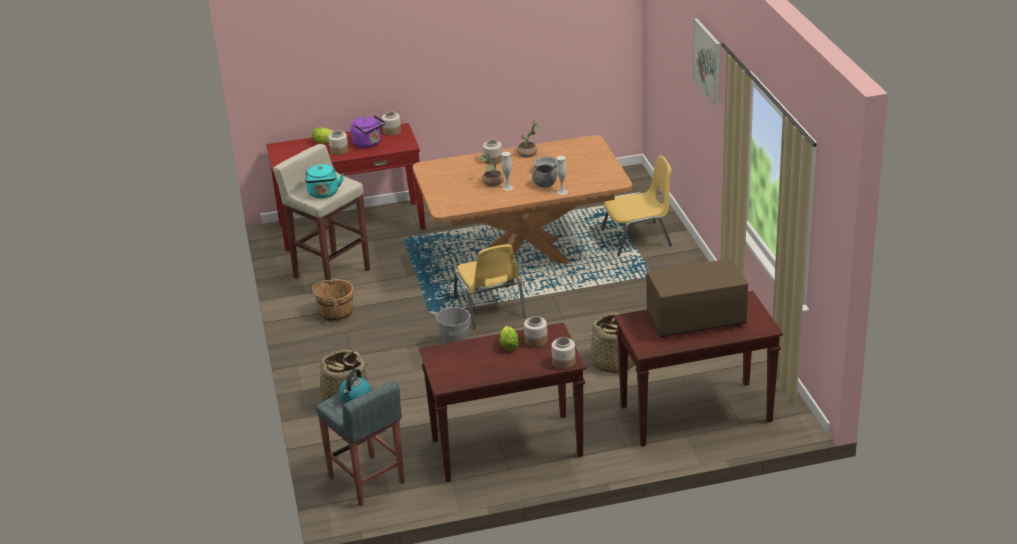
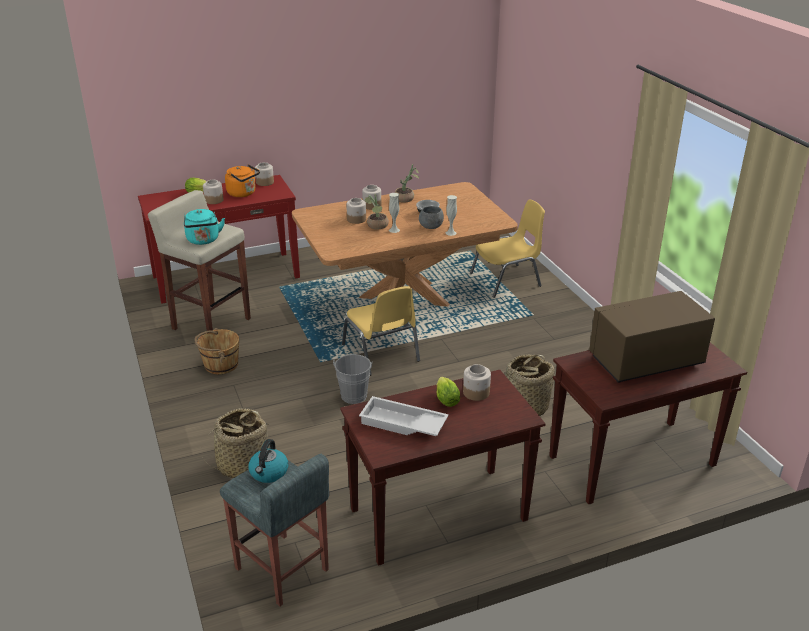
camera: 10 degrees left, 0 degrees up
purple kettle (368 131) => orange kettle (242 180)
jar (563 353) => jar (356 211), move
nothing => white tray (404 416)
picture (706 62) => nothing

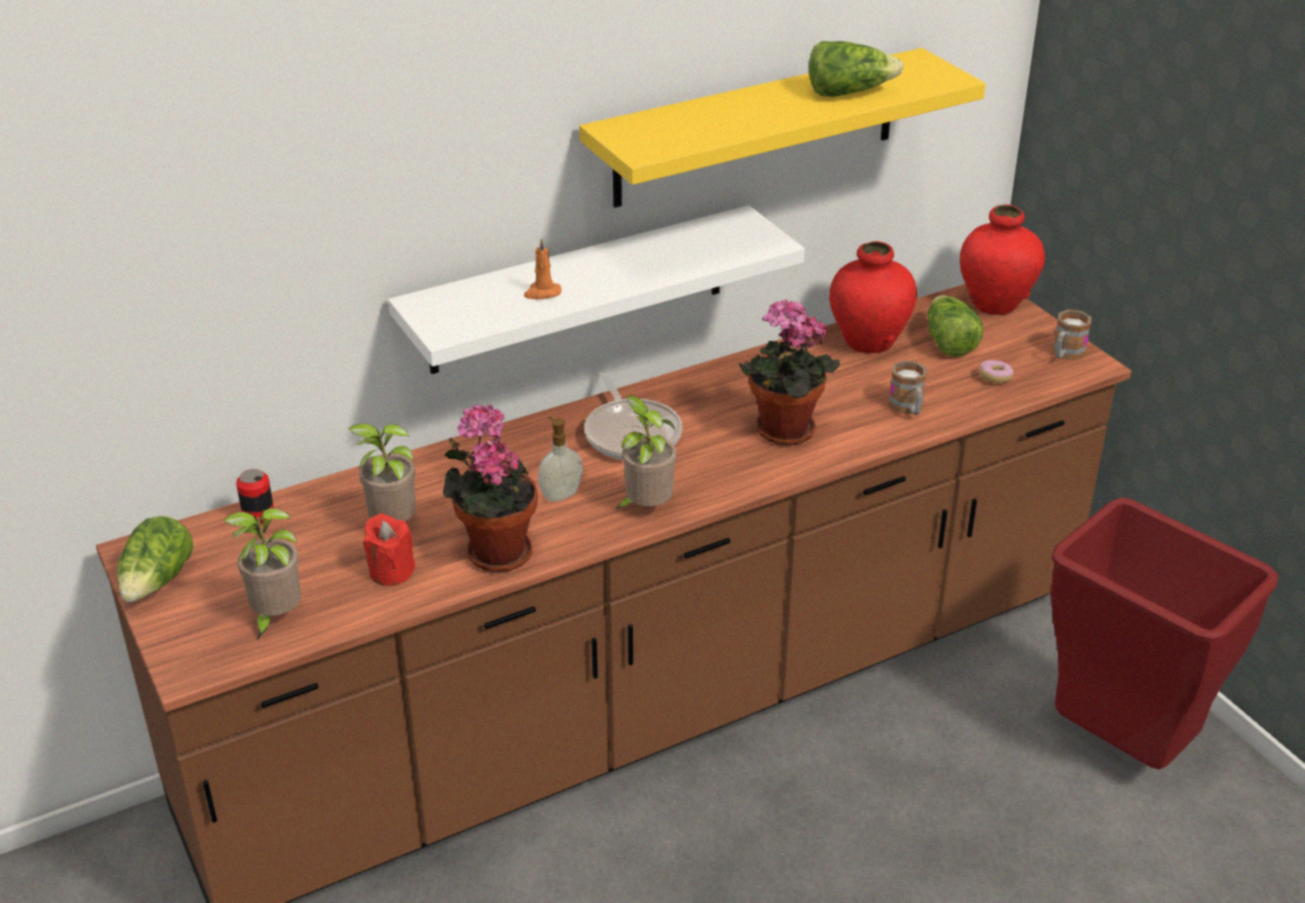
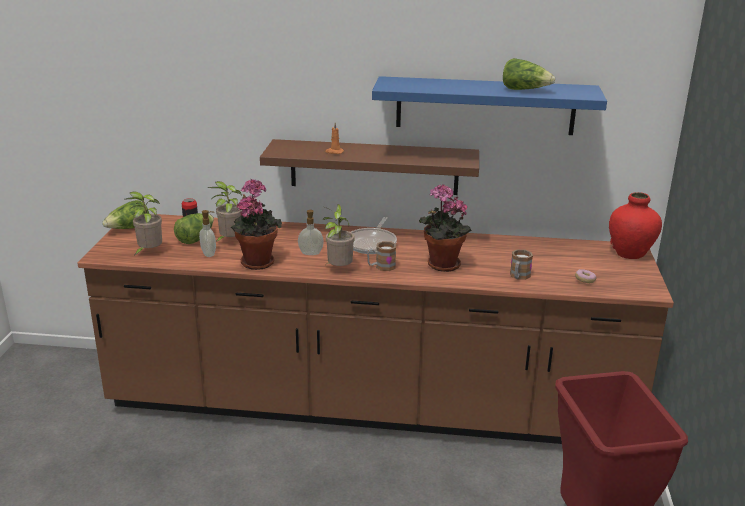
camera: 35 degrees right, 10 degrees down
lettuce (955 325) => lettuce (194 228), move
red candle (389 549) => soap dispenser (207 233)
white shelf (596 289) => brown shelf (369 167)
mug (1071 334) => mug (381 256), move
yellow shelf (782 128) => blue shelf (489 105)
red vase (873 297) => nothing

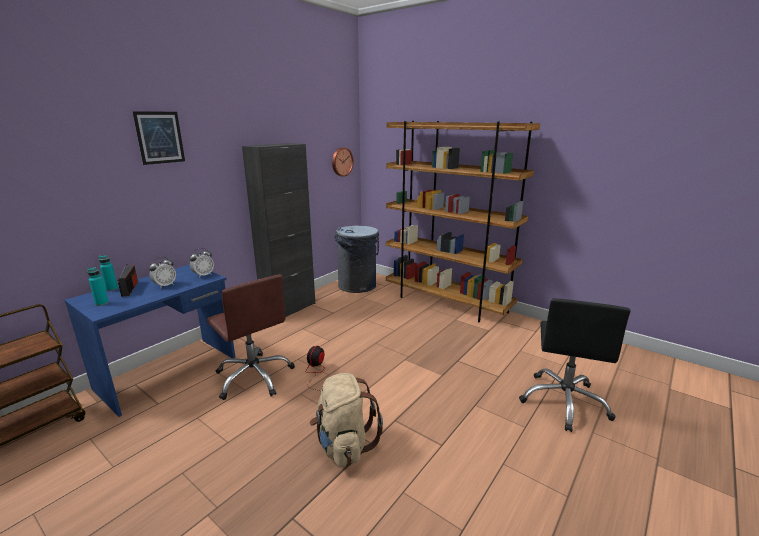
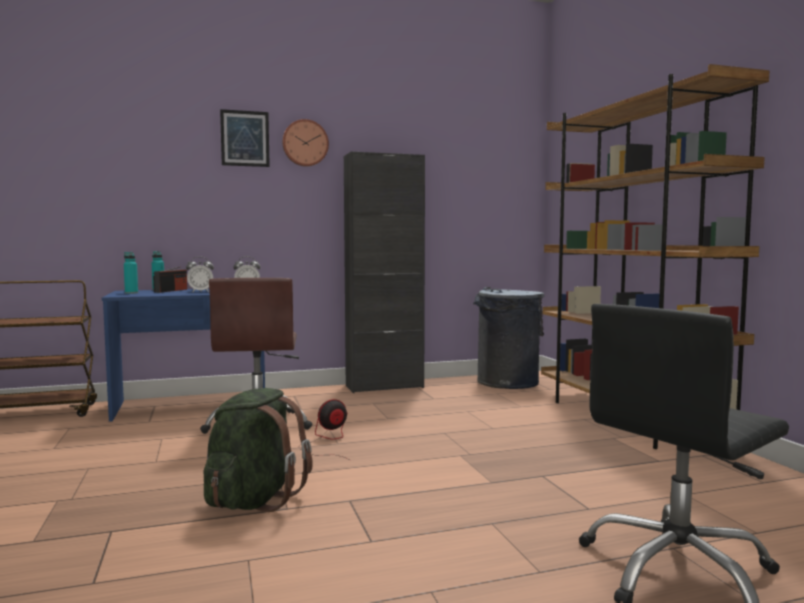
camera: 35 degrees right, 15 degrees down
beige backpack (346 420) => green backpack (258 450)
wall clock (343 162) => wall clock (305 143), move

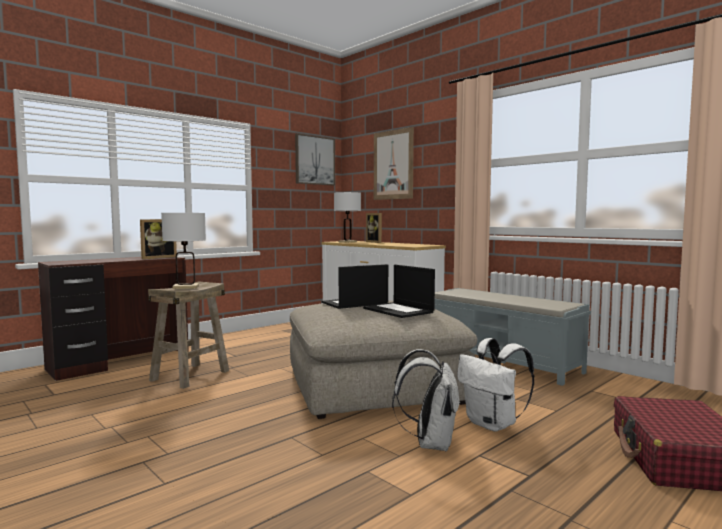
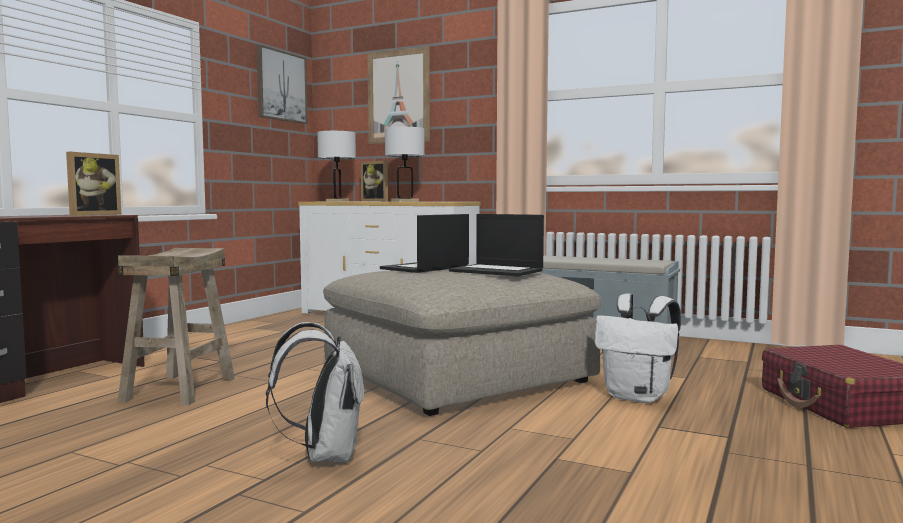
camera: 20 degrees left, 0 degrees up
white backpack (426 400) => white backpack (315 392), move
white table lamp (183 251) => white table lamp (405 164), move

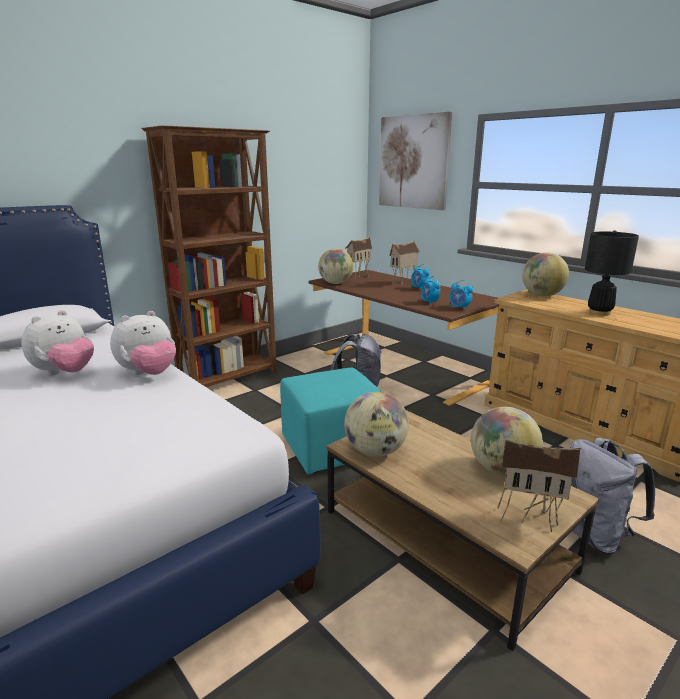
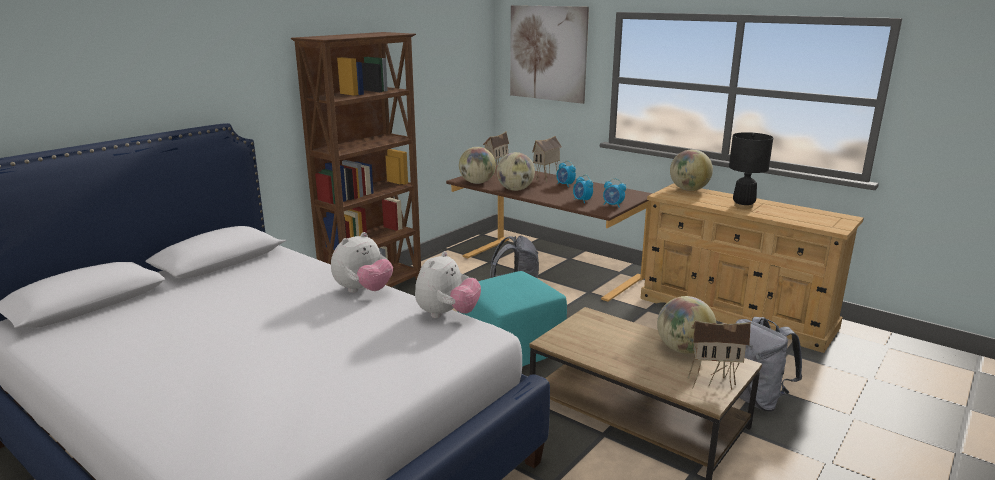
camera: 10 degrees left, 0 degrees up
plush toy (57 343) => plush toy (448 284), move
globe (376 424) => globe (516 171), move

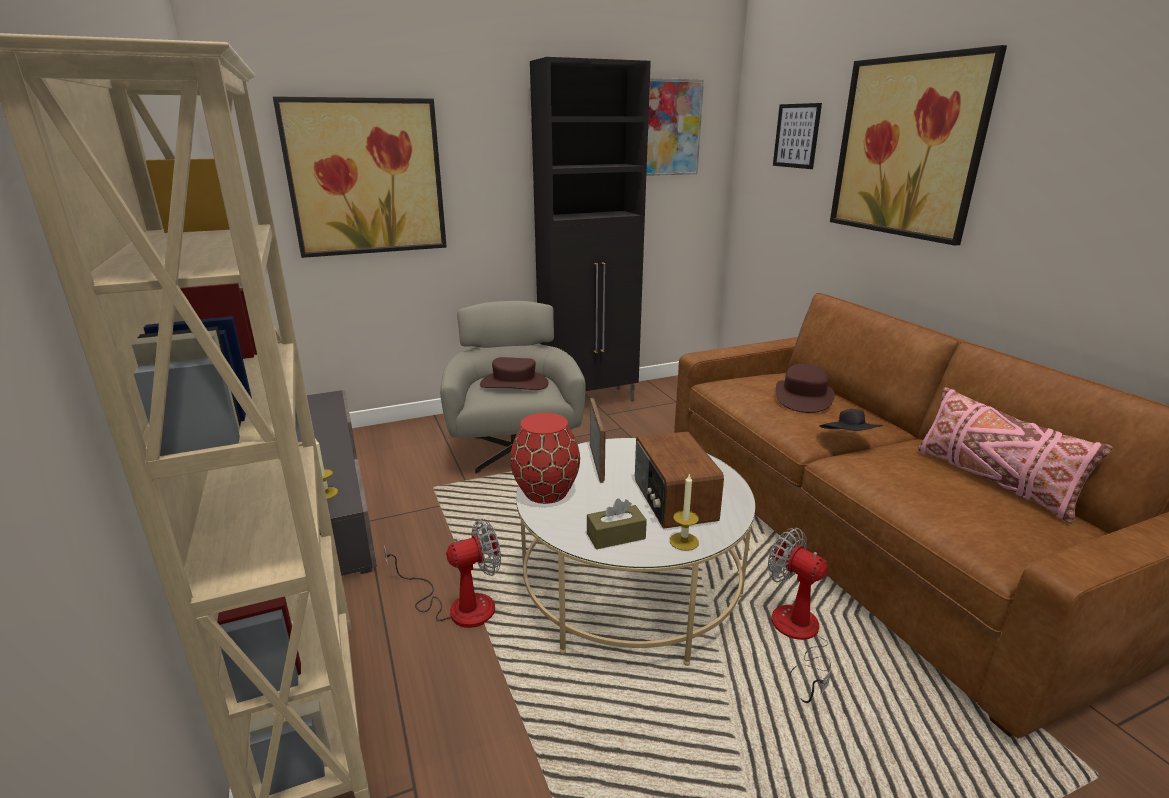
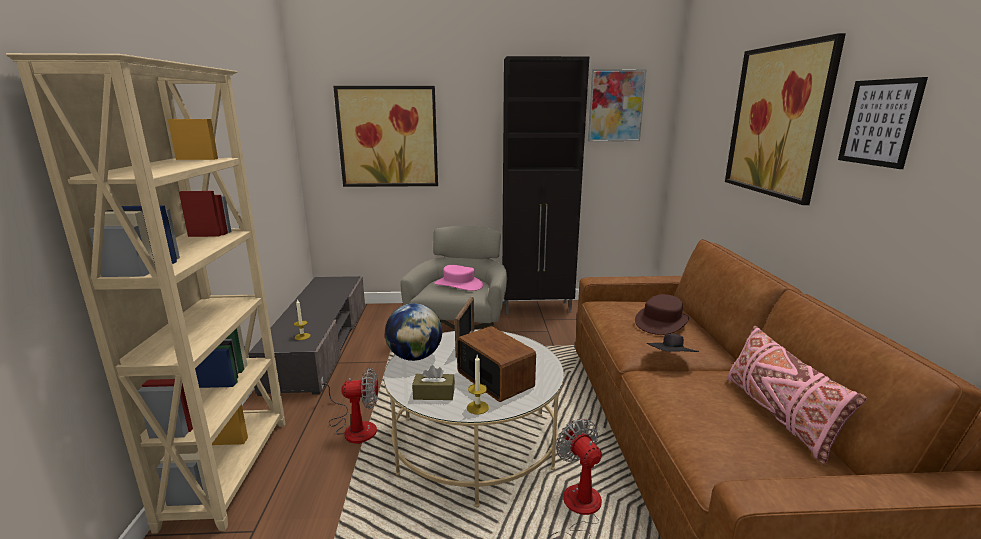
camera: 20 degrees right, 5 degrees down
red vase (545 458) => globe (413 332)
brown hat (514 373) => pink hat (459 278)
radio (679 480) => radio (496 364), 135 degrees clockwise
picture (797 136) => picture (883 123), move

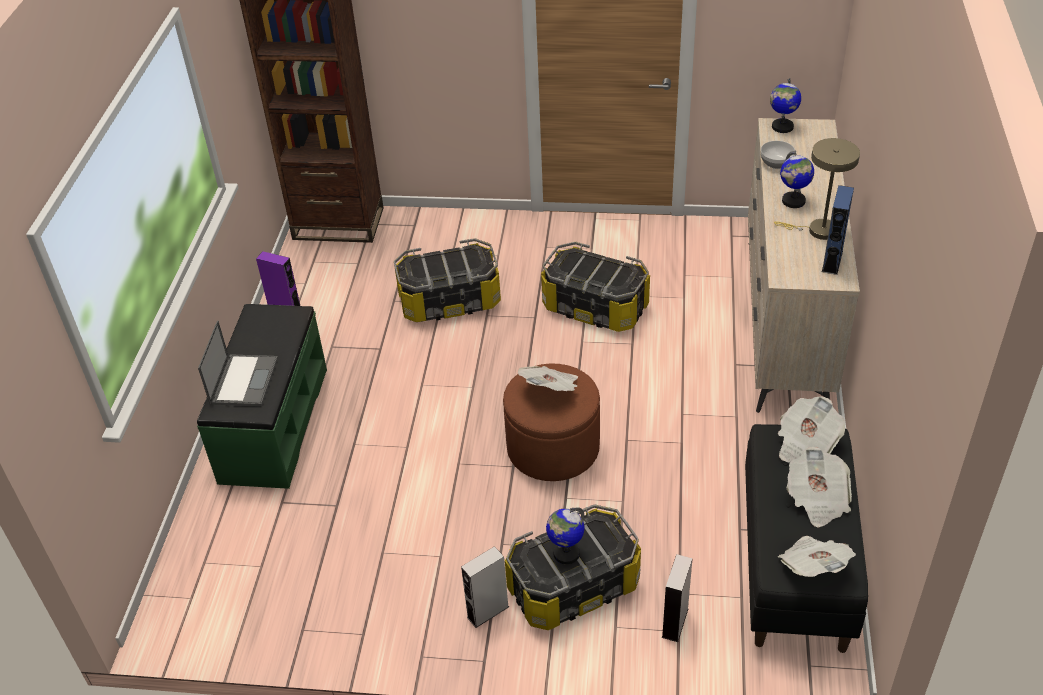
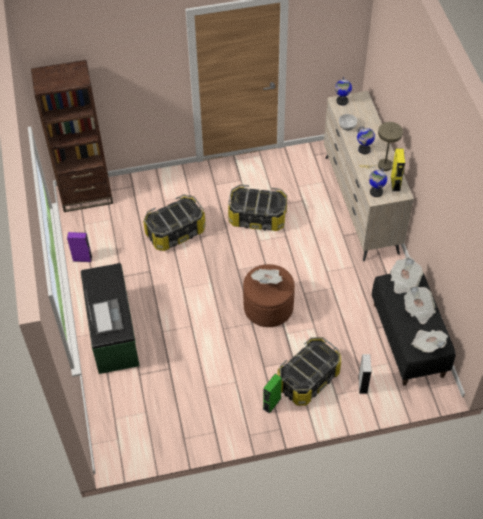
camera: 20 degrees left, 10 degrees up
grey speaker (485 587) => green speaker (272 394)
globe (565 535) => globe (378 182), move
blue speaker (838 230) => yellow speaker (398 169)

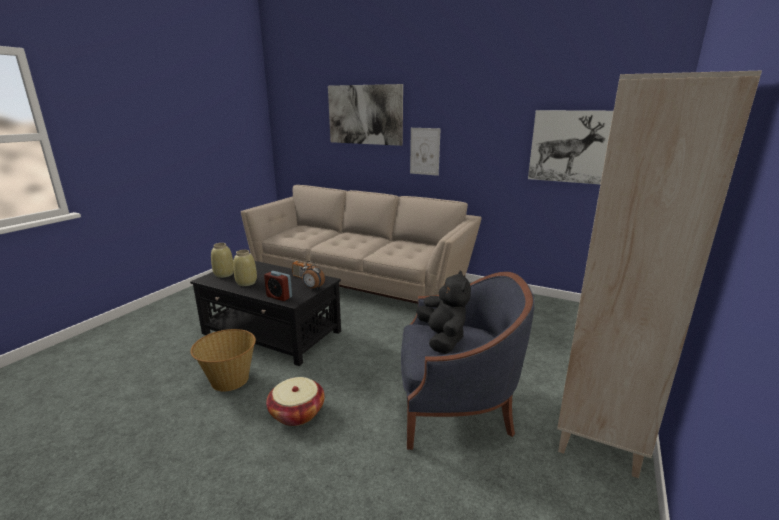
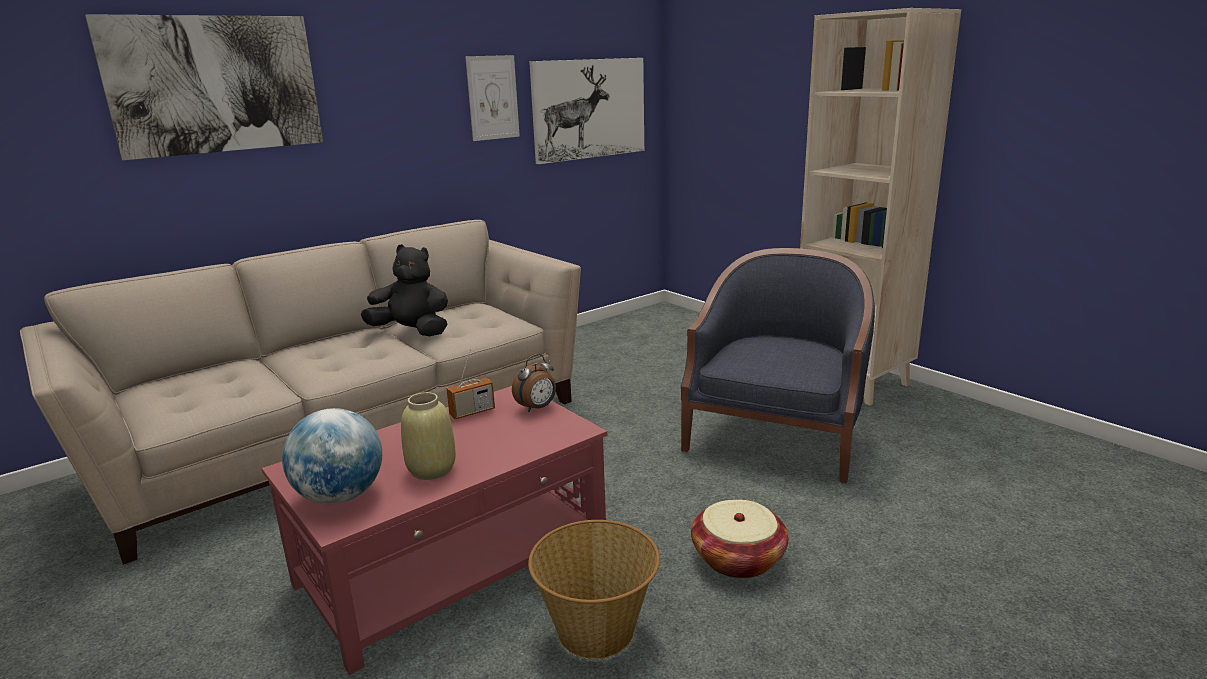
camera: 65 degrees left, 0 degrees up
black coffee table (265 313) => red coffee table (434 530)
beige vase (222 260) => globe (332 456)
black plush toy (444 312) => black plush toy (404 290), move
picture (425 152) => picture (492 98), move
alarm clock (278 286) => nothing

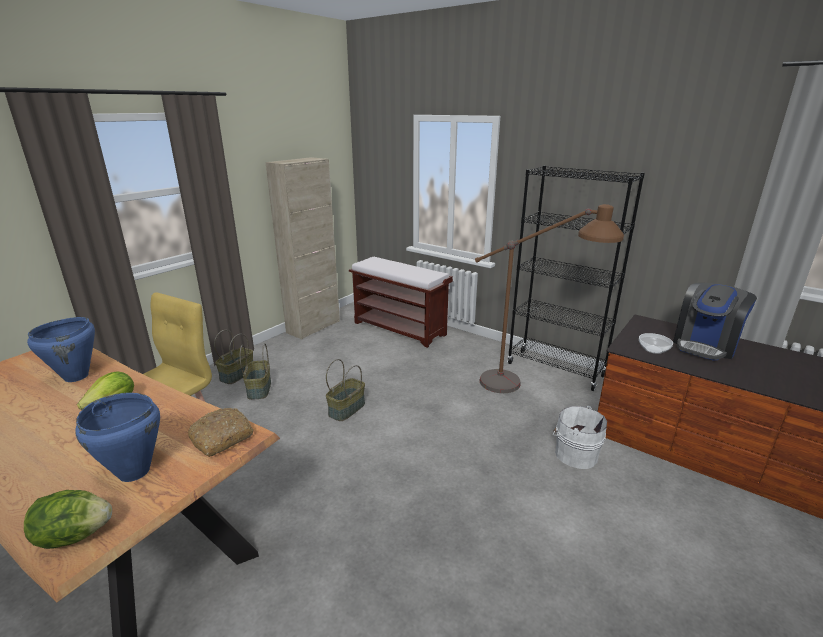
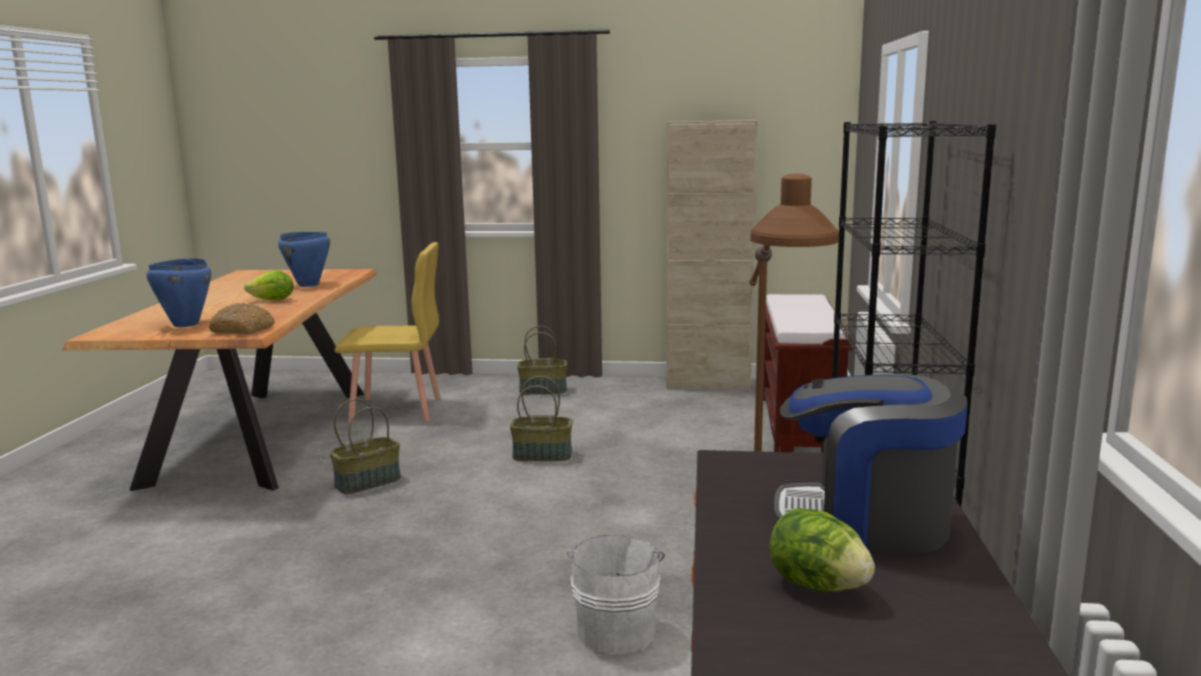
camera: 60 degrees right, 10 degrees down
basket (255 371) => basket (365 446), move
lettuce (68 519) => lettuce (822 550), move
bowl (656 343) => nothing

